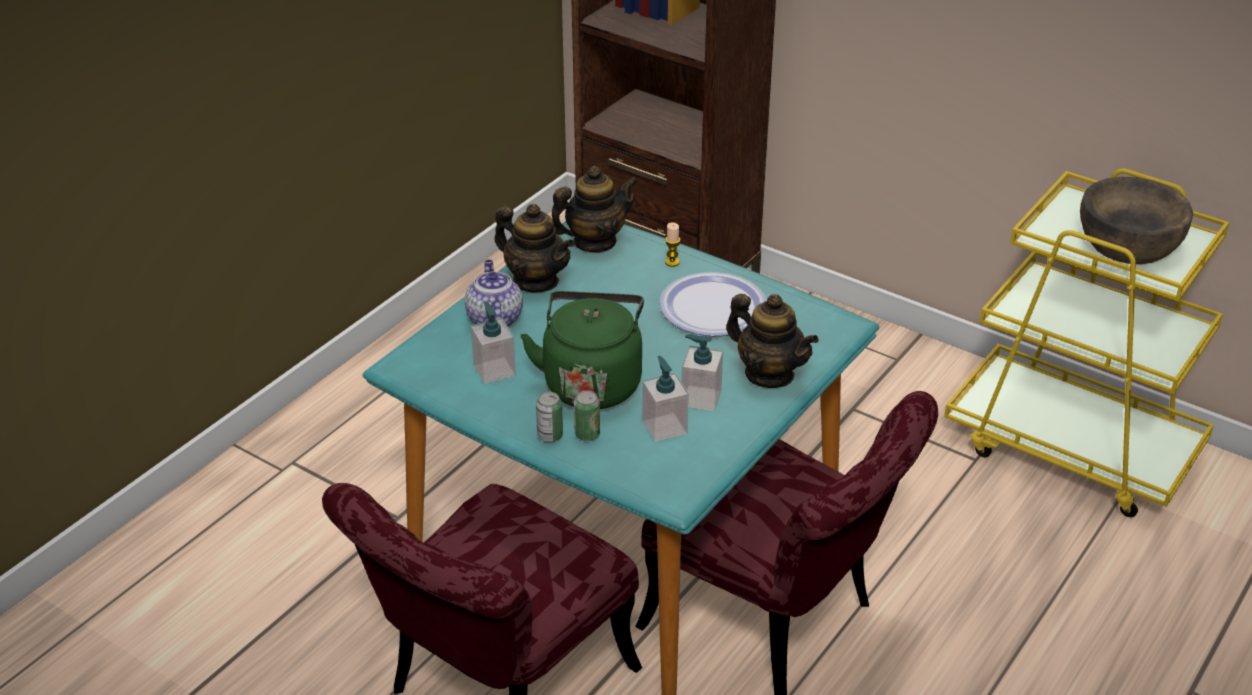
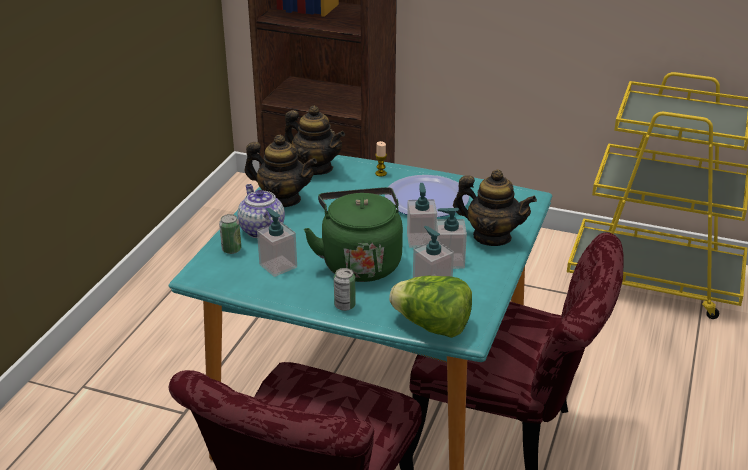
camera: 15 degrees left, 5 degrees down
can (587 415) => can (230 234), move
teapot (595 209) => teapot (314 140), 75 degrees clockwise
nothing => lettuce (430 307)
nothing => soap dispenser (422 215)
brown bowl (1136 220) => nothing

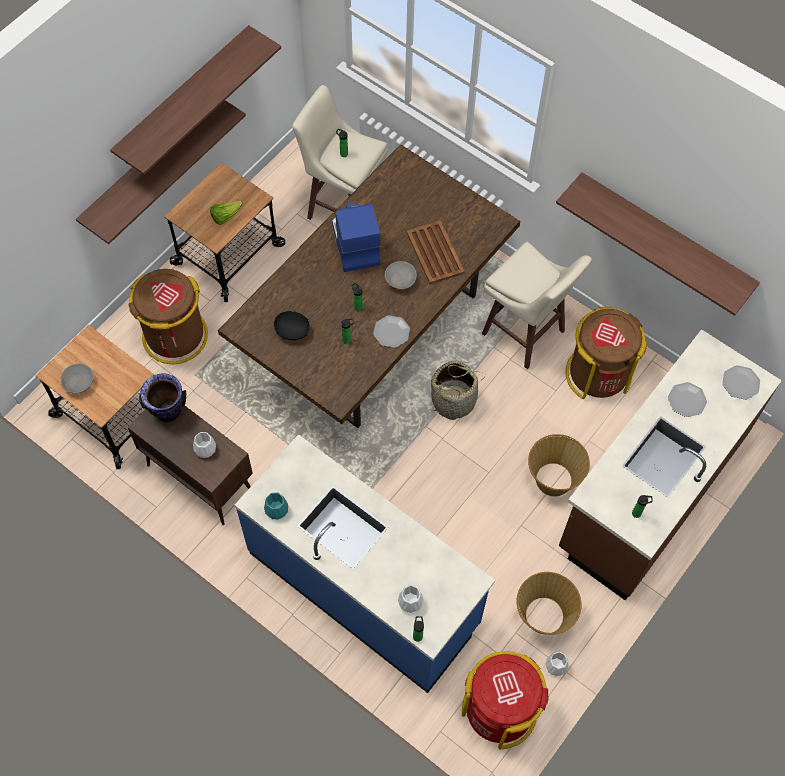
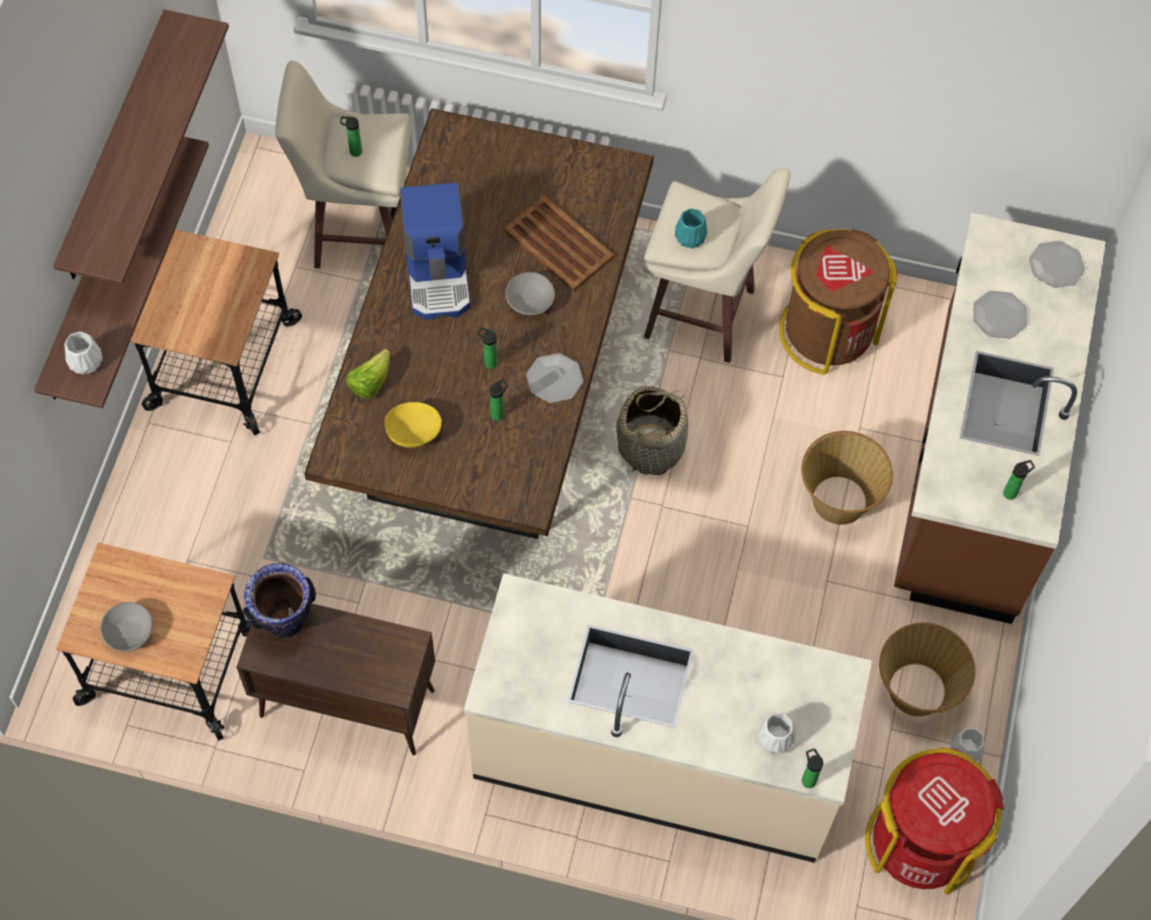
camera: 25 degrees left, 0 degrees up
white vase (204 445) => white vase (83 353), move
lettuce (226 212) => lettuce (368 374), move
black bowl (292 325) => yellow bowl (413 425)
coffee machine (356 237) => coffee machine (435 251), 150 degrees counterclockwise
blue counter (364 563) => beige counter (668 718)
turquoise vase (276 506) => turquoise vase (691 228), move
brown trash can (168 316) => nothing
shelf (658 244) => nothing

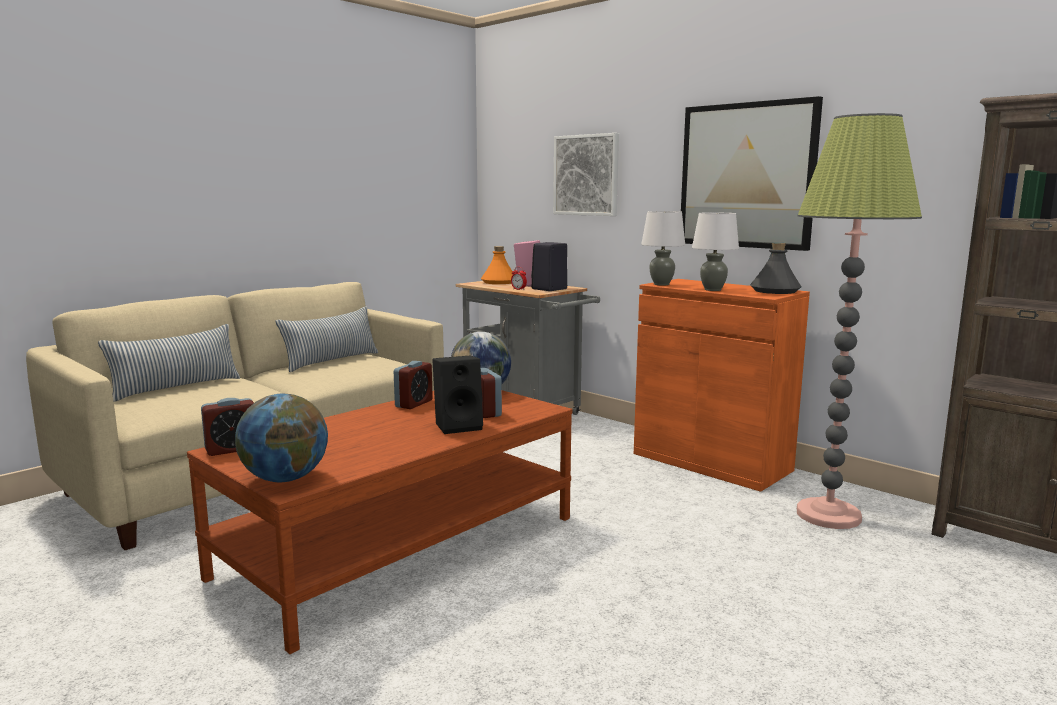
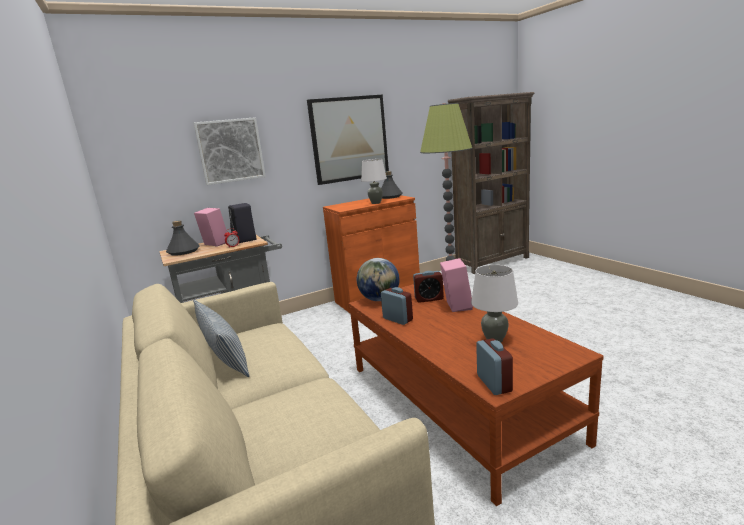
camera: 70 degrees left, 5 degrees up
orange bottle (497 265) => grey bottle (183 238)
black speaker (457 394) => pink speaker (456 285)
white table lamp (663 248) => white table lamp (494 303), move
pillow (169 363) => nothing
globe (281 438) => nothing

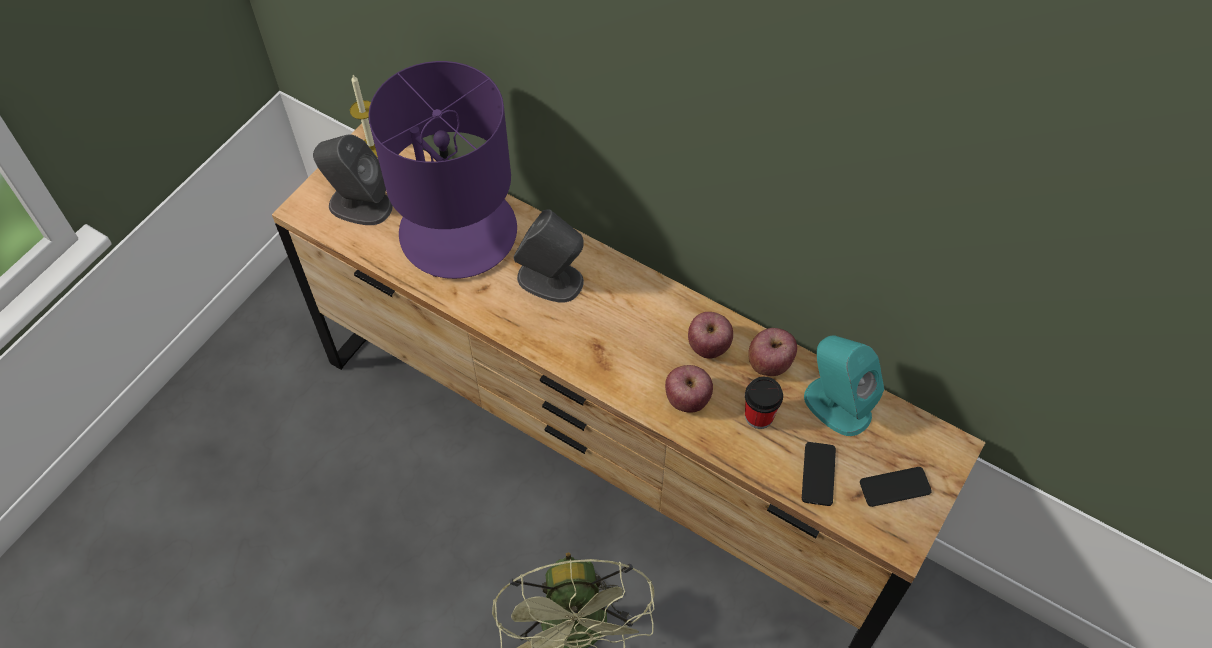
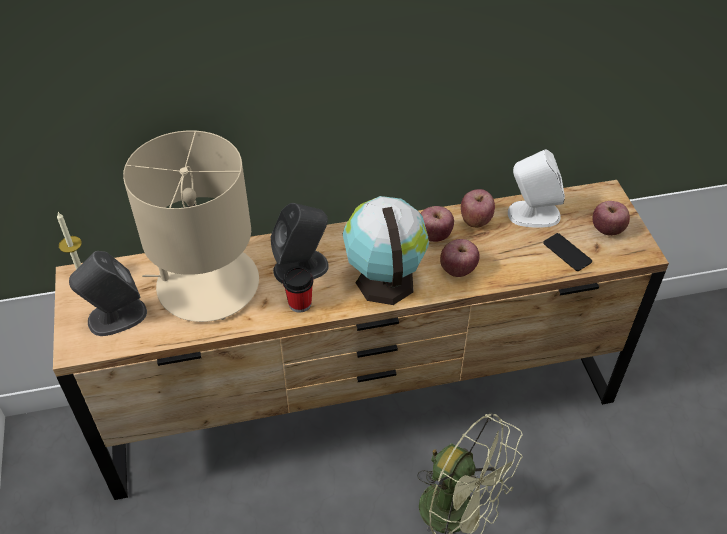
camera: 45 degrees left, 10 degrees down
purple table lamp (442 170) => beige table lamp (191 226)
cup (764 403) => cup (298 289), move
nothing => globe (386 250)
turquoise speaker (844 385) => white speaker (536 188)
phone (896 487) => apple (611 218)

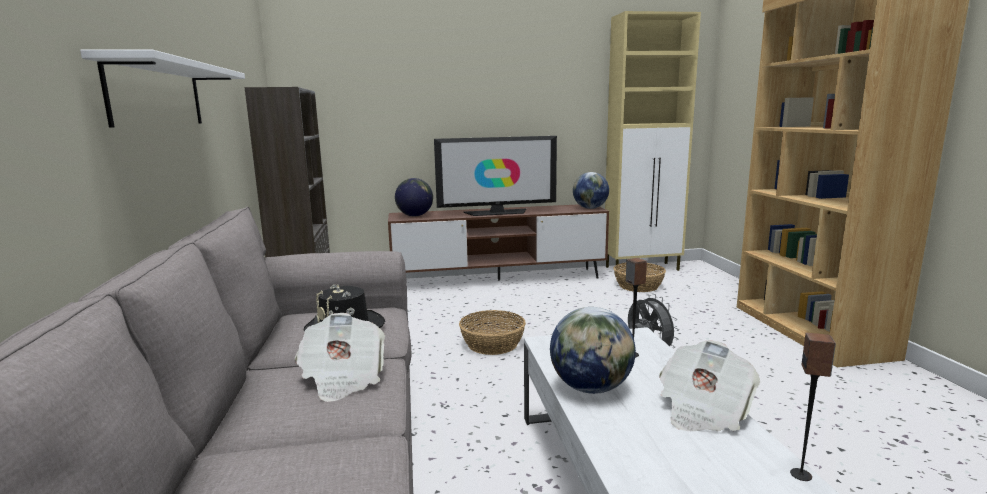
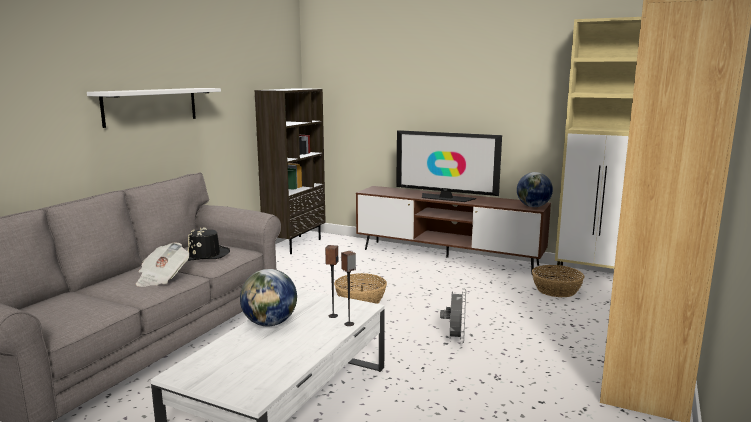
camera: 35 degrees right, 0 degrees up
speaker (813 407) => speaker (348 288), move
globe (414 197) => nothing
newspaper (709 385) => nothing

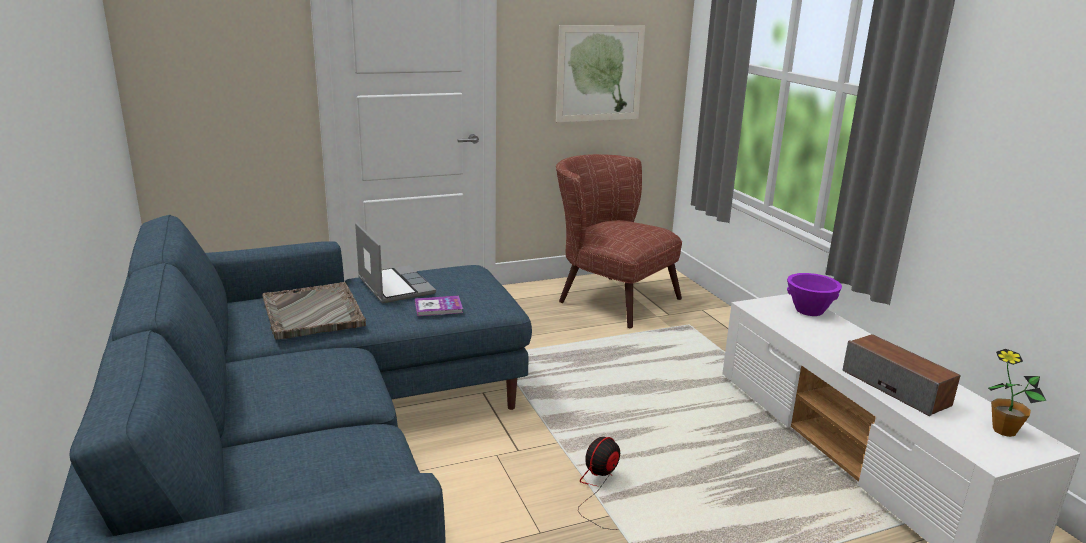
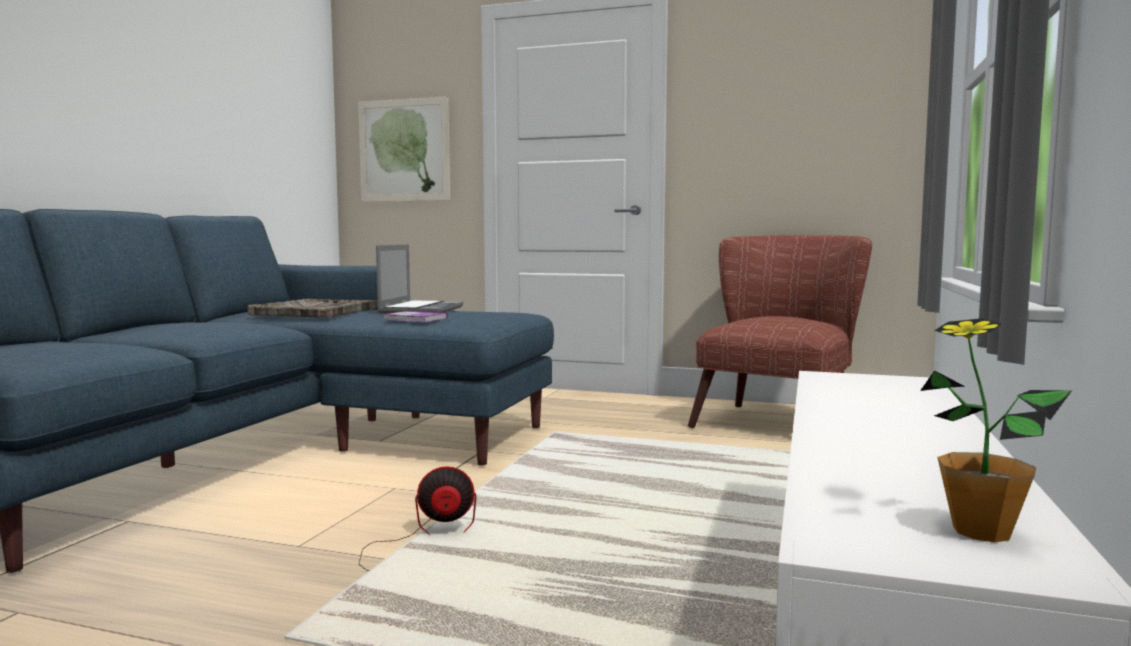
camera: 40 degrees right, 15 degrees down
picture (600 73) => picture (404 149), move
brown armchair (619 241) => brown armchair (780 331), 45 degrees clockwise
purple bowl (814 294) => nothing
speaker (901 375) => nothing

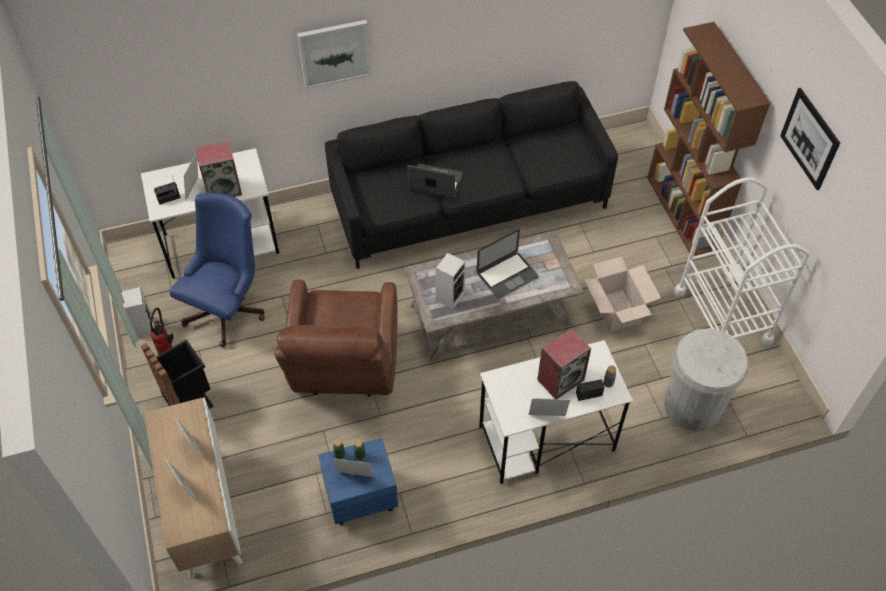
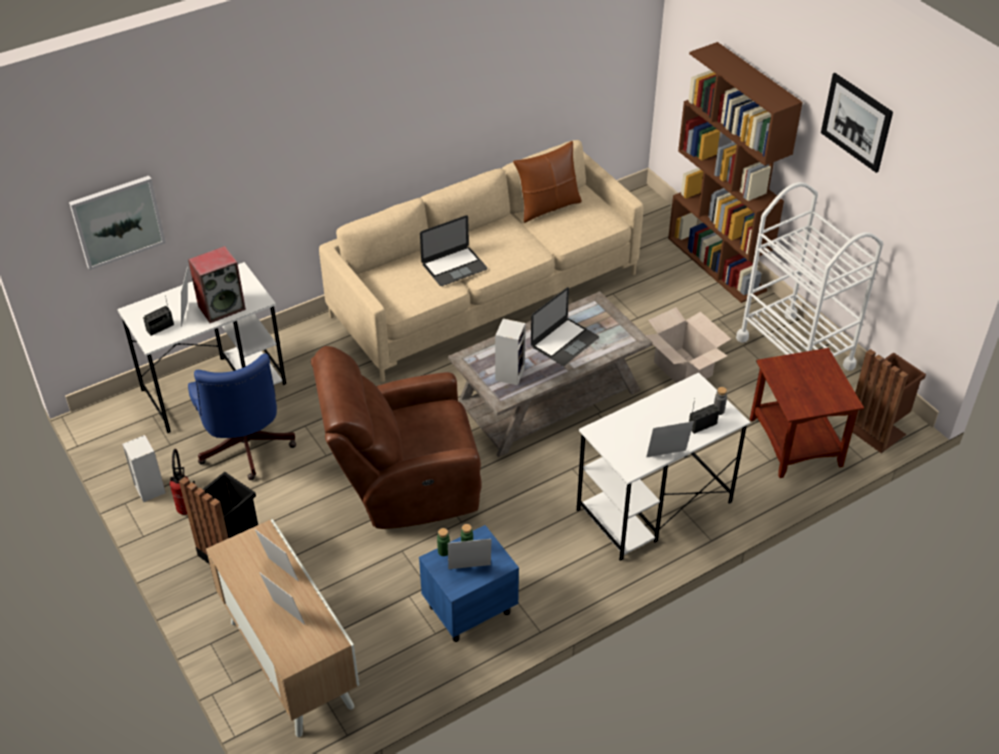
camera: 15 degrees left, 10 degrees down
picture (334 54) => picture (117 223), move
blue office chair (217 270) => blue office chair (242 416), 150 degrees clockwise
brown armchair (336 338) => brown armchair (396 437), 90 degrees clockwise
black sofa (471 175) => beige sofa (481 261)
laptop (435 181) => laptop (453 250), 150 degrees clockwise
nothing => brown pillow (547 182)
white trash can (706 379) => brown side table (807 413)
nothing => brown trash can (889 401)
speaker (564 363) => nothing

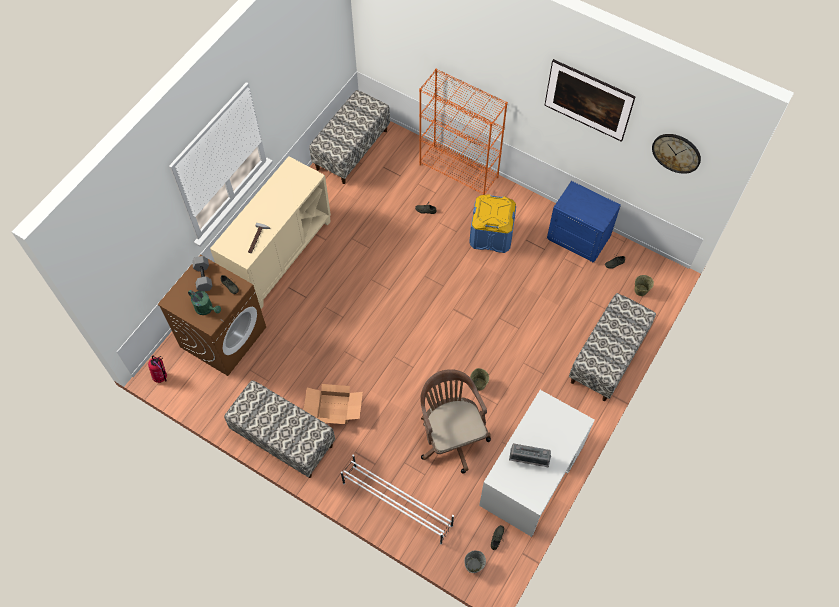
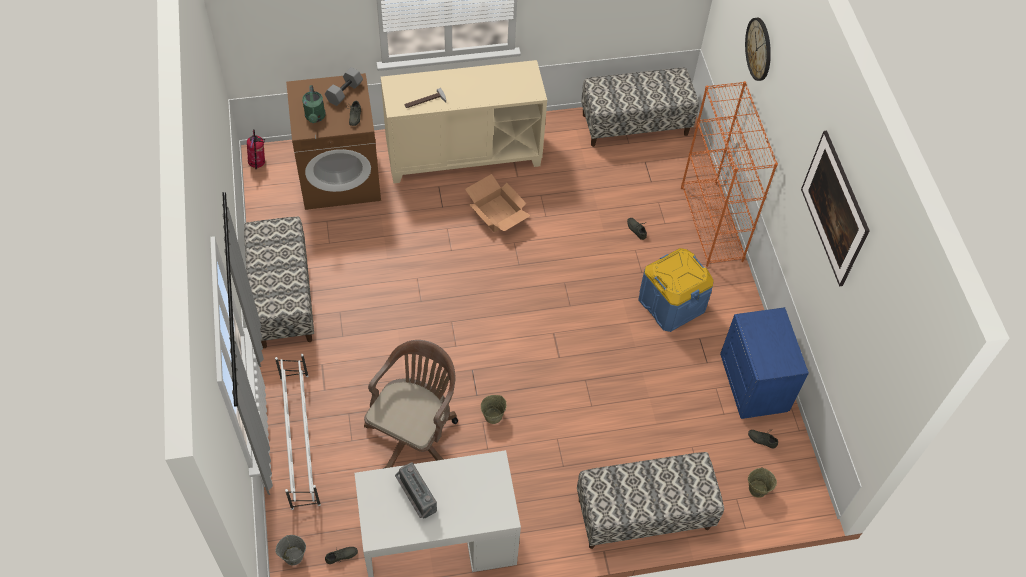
camera: 45 degrees right, 5 degrees down
cardboard box (333 404) => cardboard box (498 203), move
wall clock (676 154) => wall clock (758 49), move

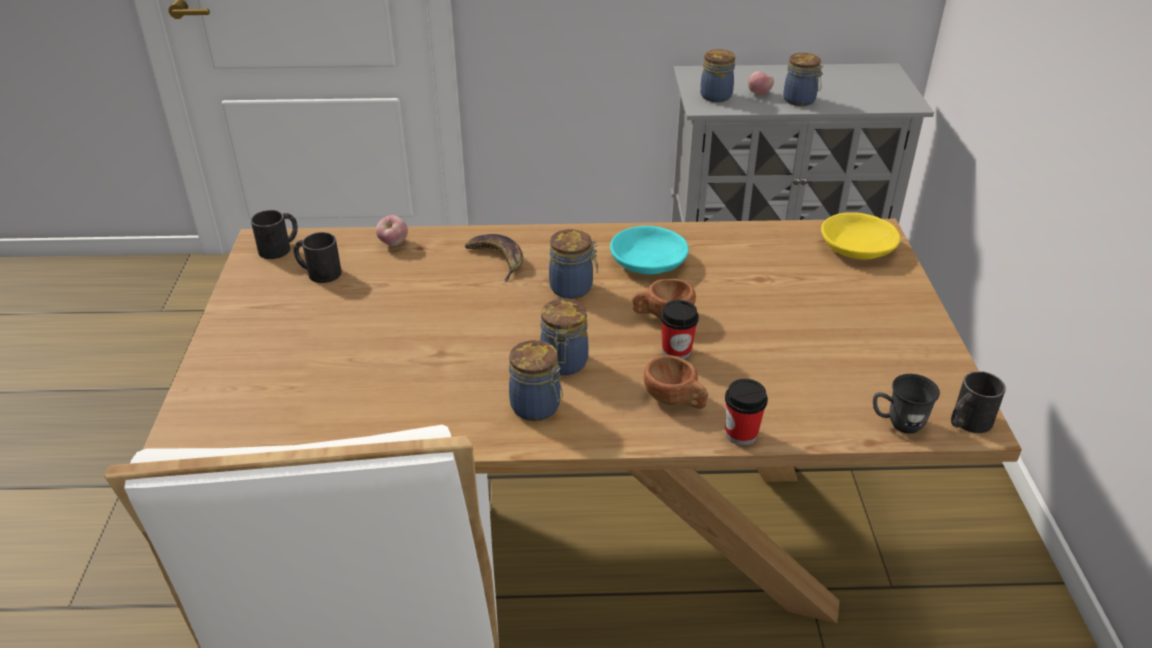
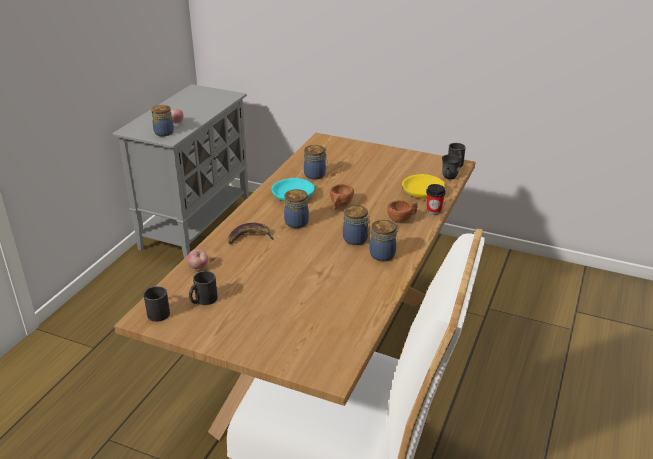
camera: 65 degrees left, 5 degrees down
jar (803 79) => jar (316 162), move
yellow bowl (860 236) => yellow bowl (423 186), move
cup (679 330) => nothing

